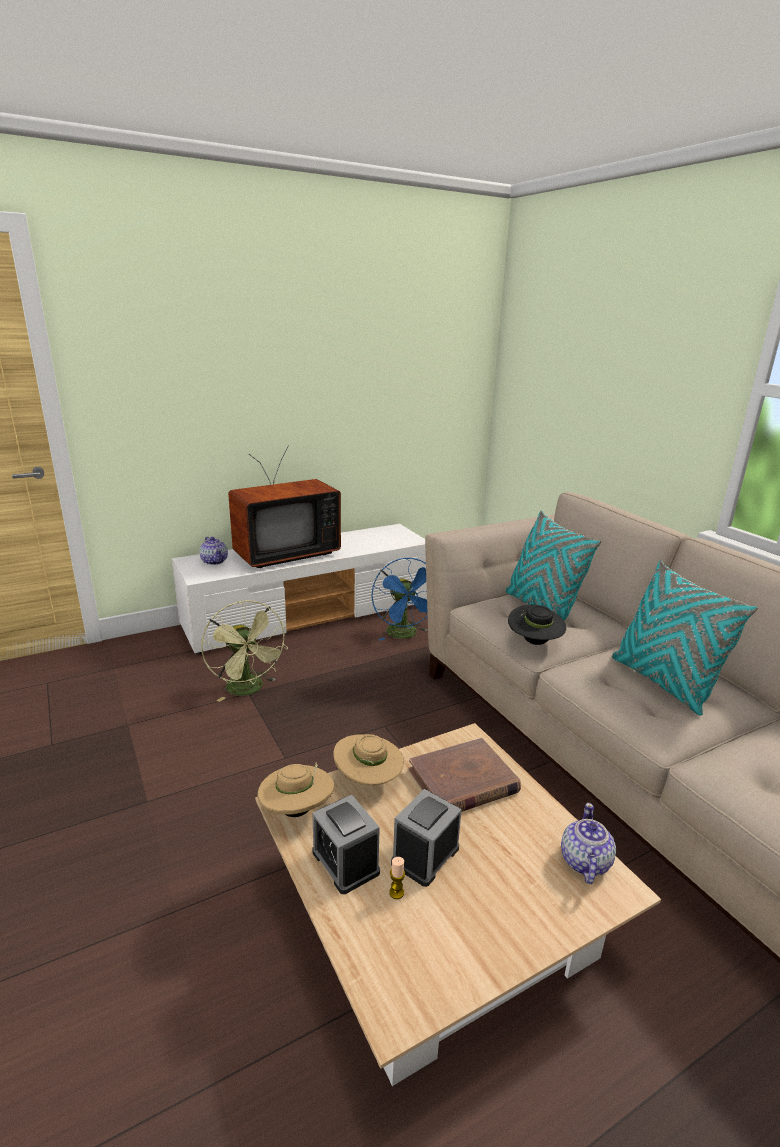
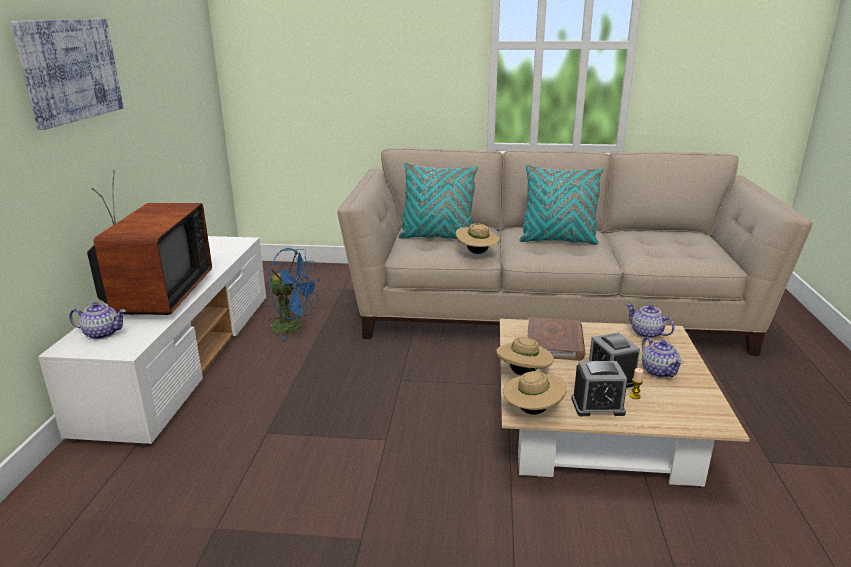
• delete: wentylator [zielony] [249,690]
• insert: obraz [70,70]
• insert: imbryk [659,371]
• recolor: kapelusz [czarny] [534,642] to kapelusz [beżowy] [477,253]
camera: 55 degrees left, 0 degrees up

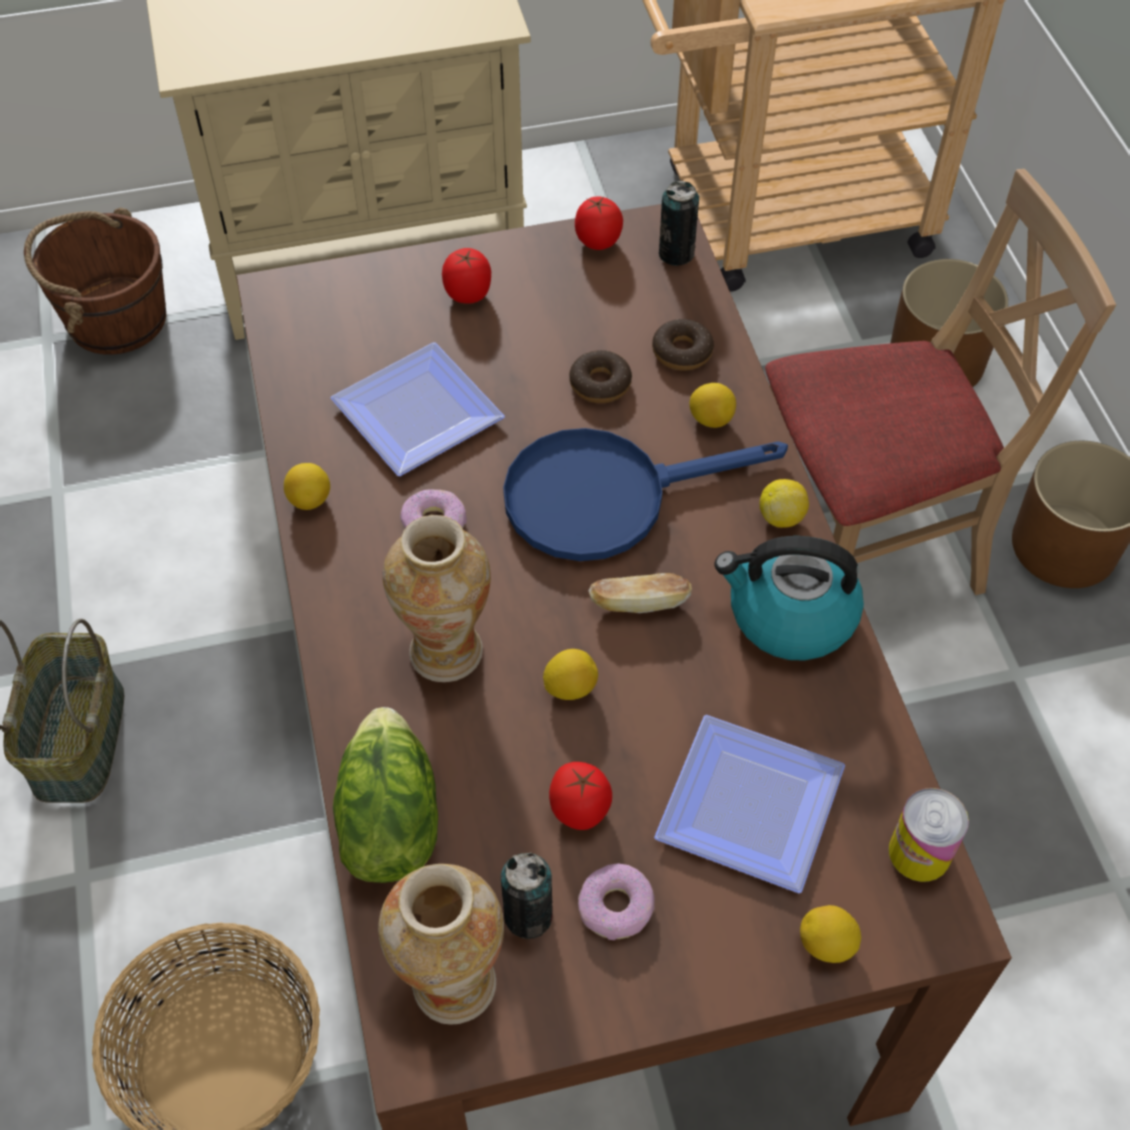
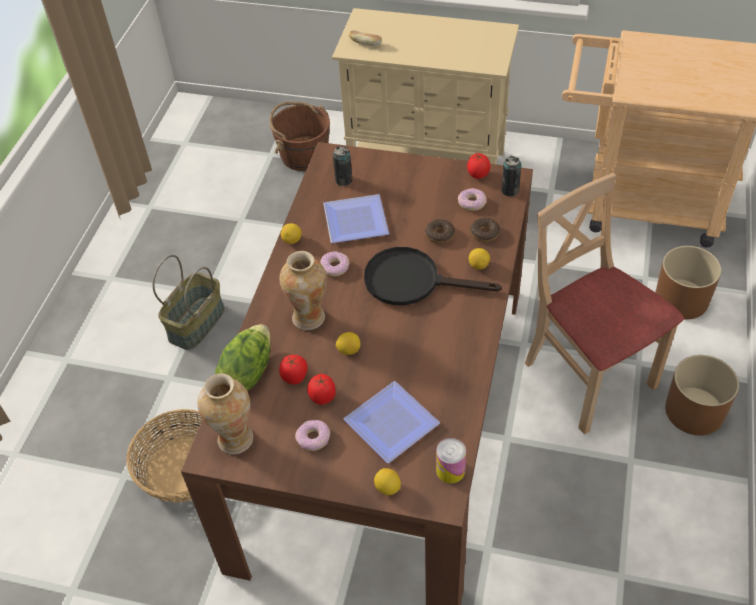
• delete: czajnik [789,615]
• delete: cytryna [781,517]
• insert: donut [471,203]
• move: pomidor [468,294] to [295,377]
• move: puszka [528,916] to [344,180]
• move: chleb [639,603] to [365,43]
• recolor: patelnia [niebieski] [606,496] to patelnia [czarny] [412,281]
• rotate: krzesło [beżowy] [867,553] = [588,376] 135 degrees counterclockwise
camera: 30 degrees right, 5 degrees down

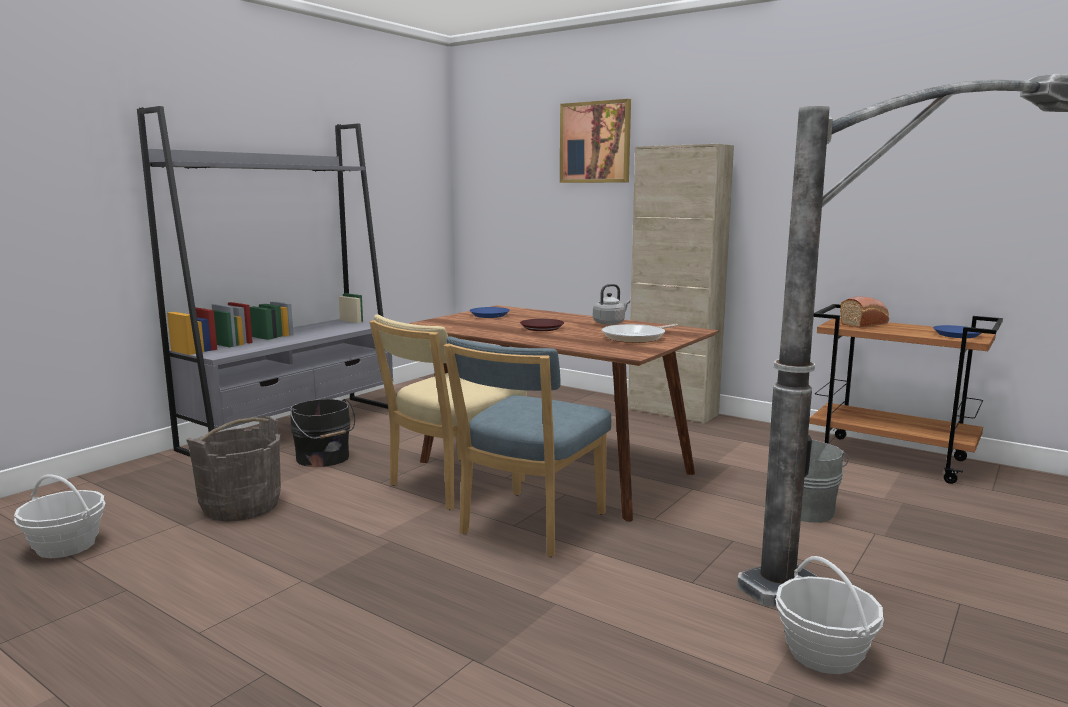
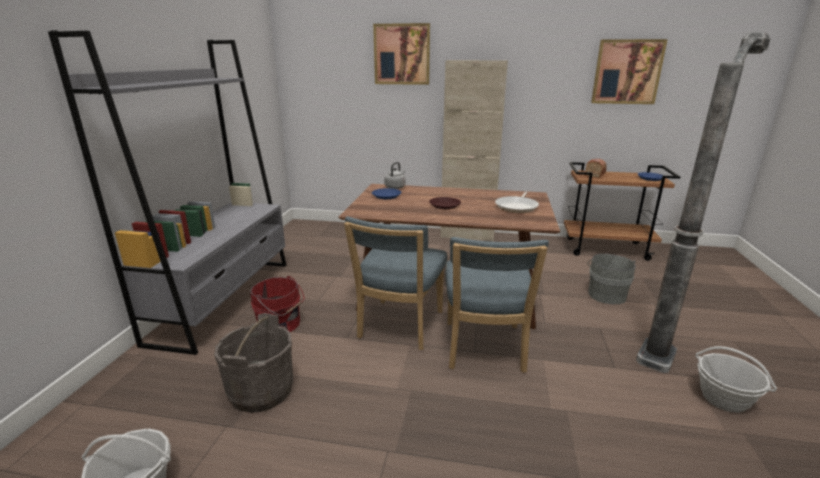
• insert: obraz [627,72]
• move: czajnik [szary] [610,323] to [395,187]
• recolor: wiadro [czarny] [323,459] to wiadro [czerwony] [280,325]
• recolor: krzesło [beżowy] [451,485] to krzesło [niebieski] [399,327]
camera: 25 degrees left, 10 degrees up

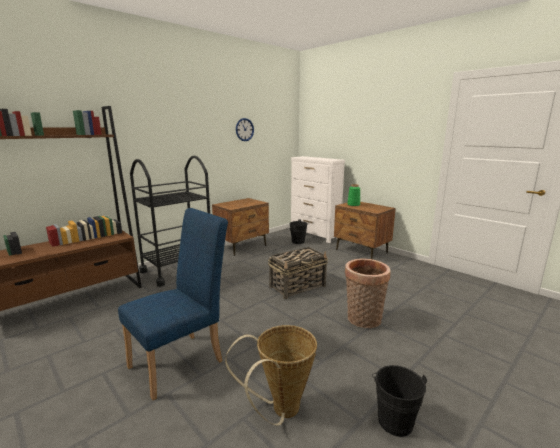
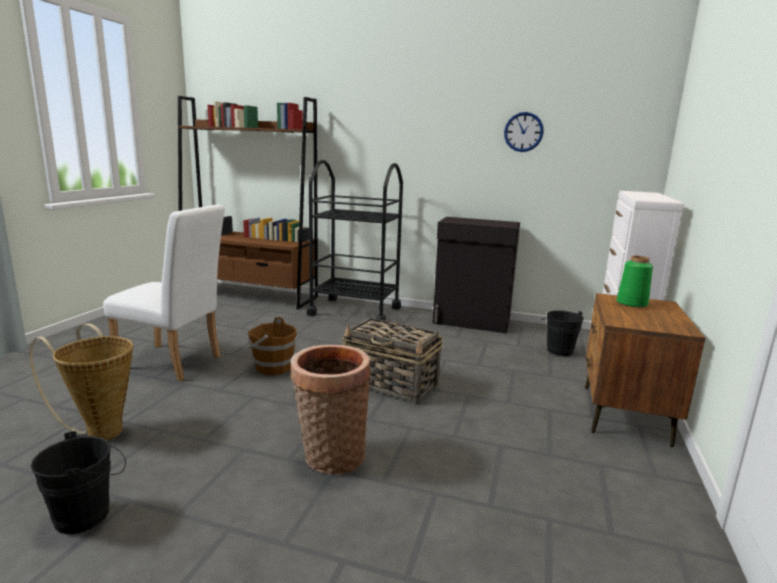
• insert: wiadro [brązowy] [272,367]
• replace: szafka nocna [brązowy] [242,246] to szafka [czarny] [471,322]
• recolor: krzesło [niebieski] [182,360] to krzesło [biały] [175,363]
camera: 60 degrees right, 0 degrees up

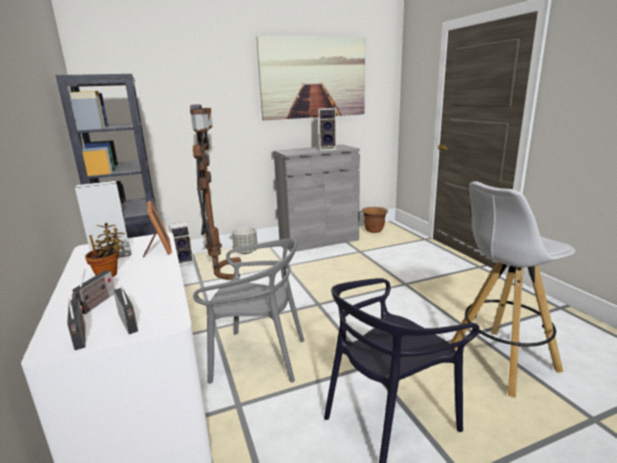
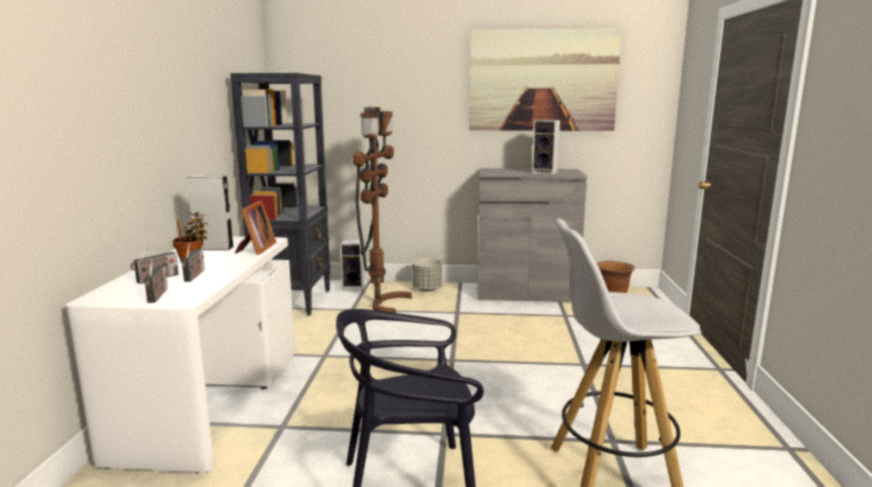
• delete: krzesło [szary] [258,357]
• move: radio [81,337] to [194,276]
camera: 25 degrees right, 5 degrees down

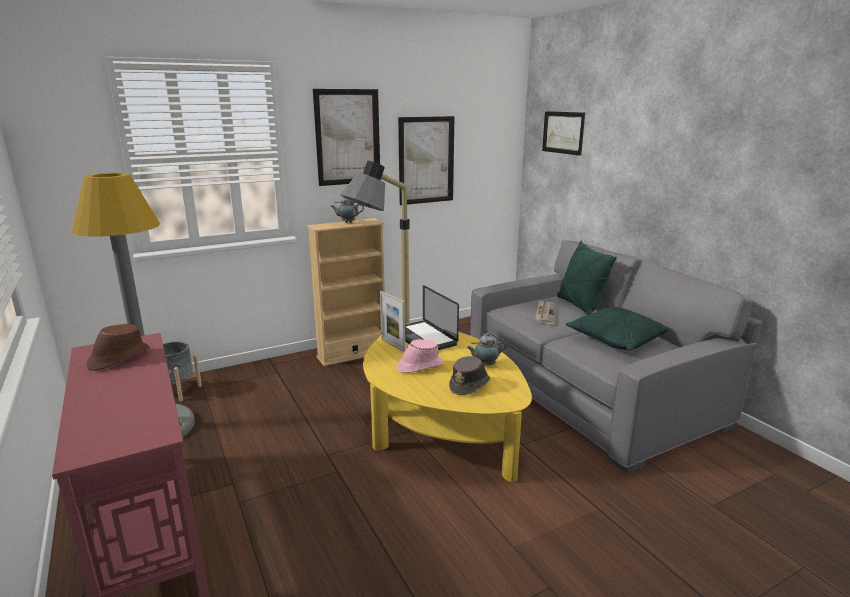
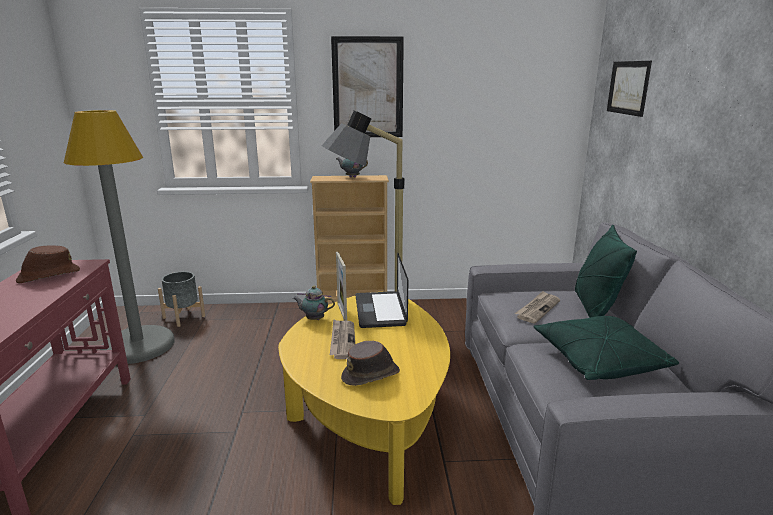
• delete: obraz [426,160]
• move: imbryk [485,365] to [314,319]
• replace: kapelusz [różowy] [419,366] to gazeta [342,340]
camera: 25 degrees right, 0 degrees up

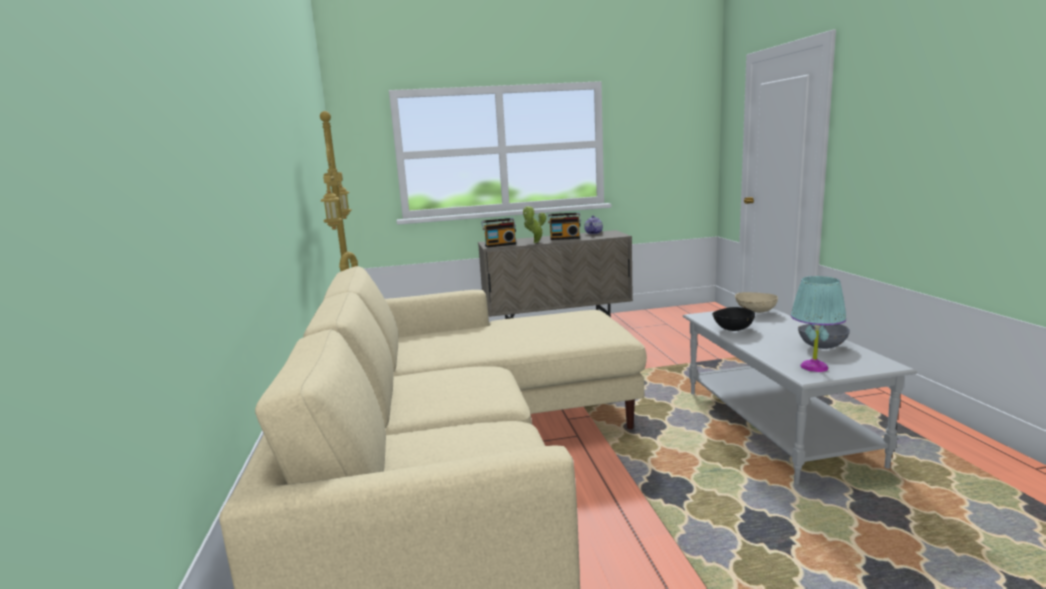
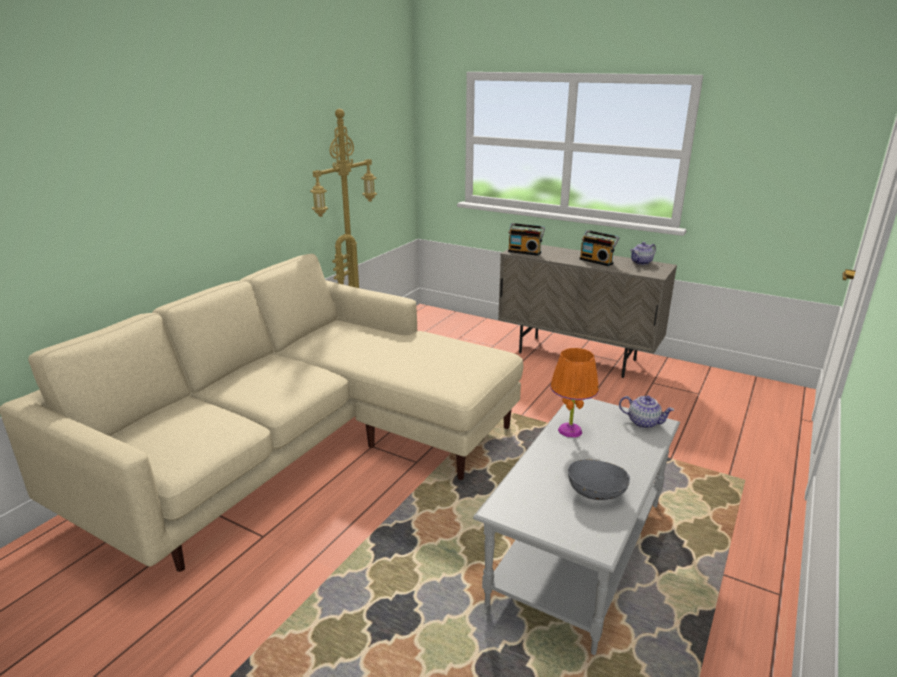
• delete: roślina doniczkowa [535,242]
• delete: lampa stołowa [turkusowy] [814,367]
• replace: miska [czarny] [733,329] to lampa stołowa [pomarańczowy] [570,430]
• replace: miska [beżowy] [755,311] to imbryk [644,422]
camera: 40 degrees right, 10 degrees up

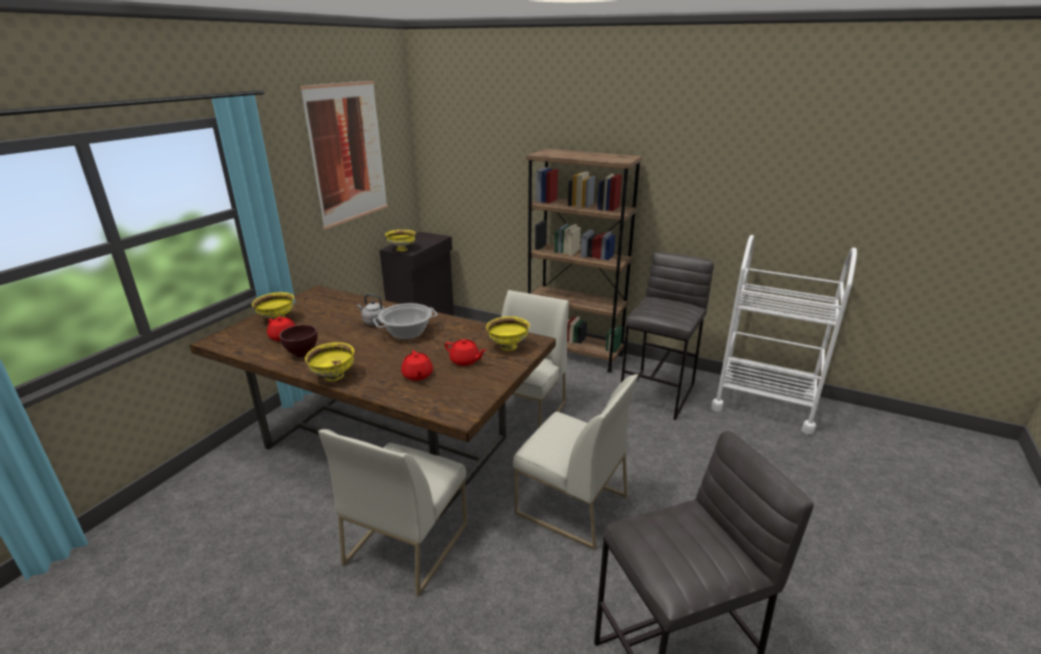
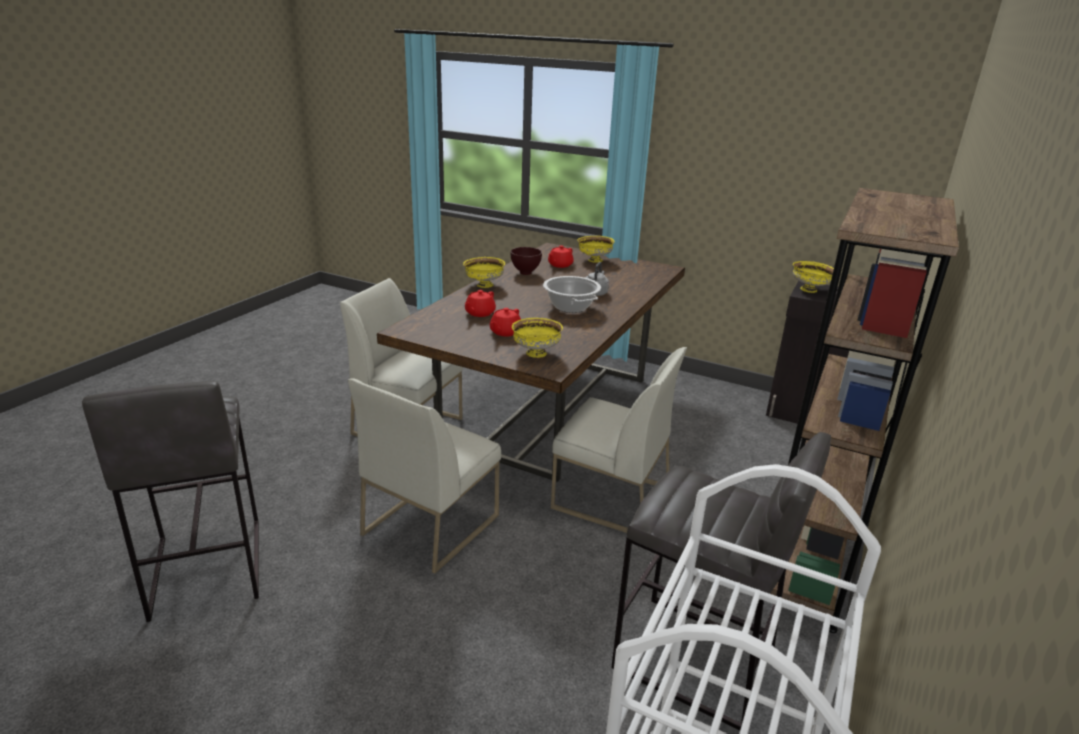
• delete: obraz [348,153]
• rotate: imbryk [czerwony] [417,375] = [479,313] 45 degrees counterclockwise
camera: 90 degrees right, 0 degrees up

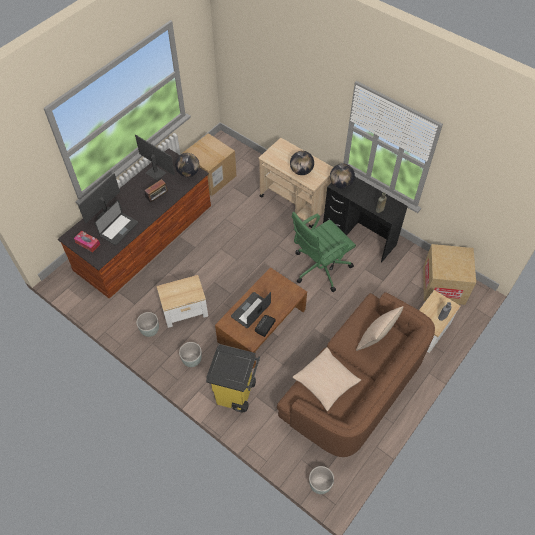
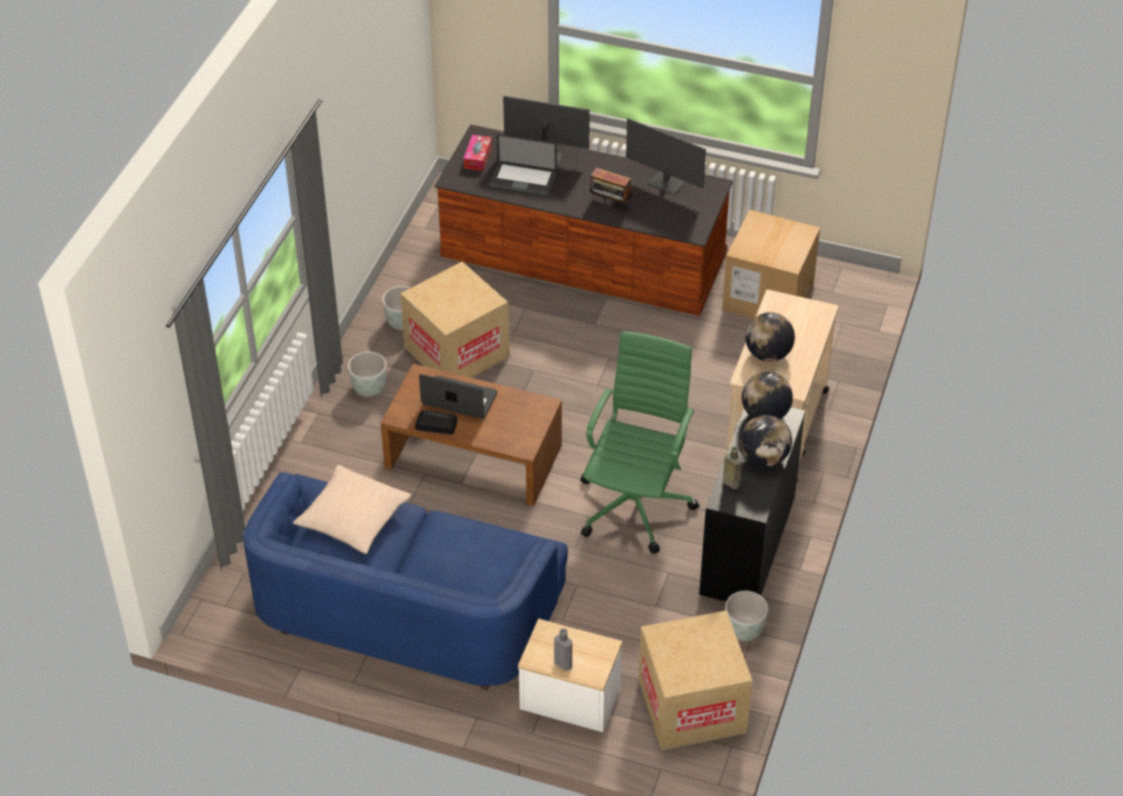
• delete: kosz na śmieci [żółty] [235,394]
• delete: poduszka [beżowy] [375,339]
• move: globus [188,173] to [764,458]
• move: donica [szary] [320,485] to [743,630]
• replace: stolik [185,311] to karton [456,352]
• recolor: kanapa [brązowy] [354,385] to kanapa [niebieski] [405,611]
• rotate: monitor [156,172] = [666,183] 105 degrees clockwise
• rotate: krzesło biurowe [zielony] [319,268] = [636,504] 75 degrees clockwise
camera: 70 degrees right, 10 degrees down

